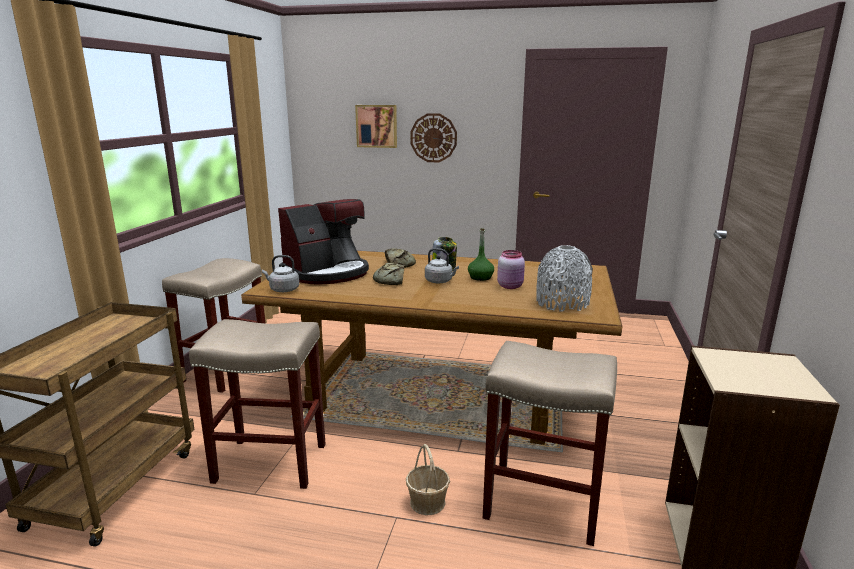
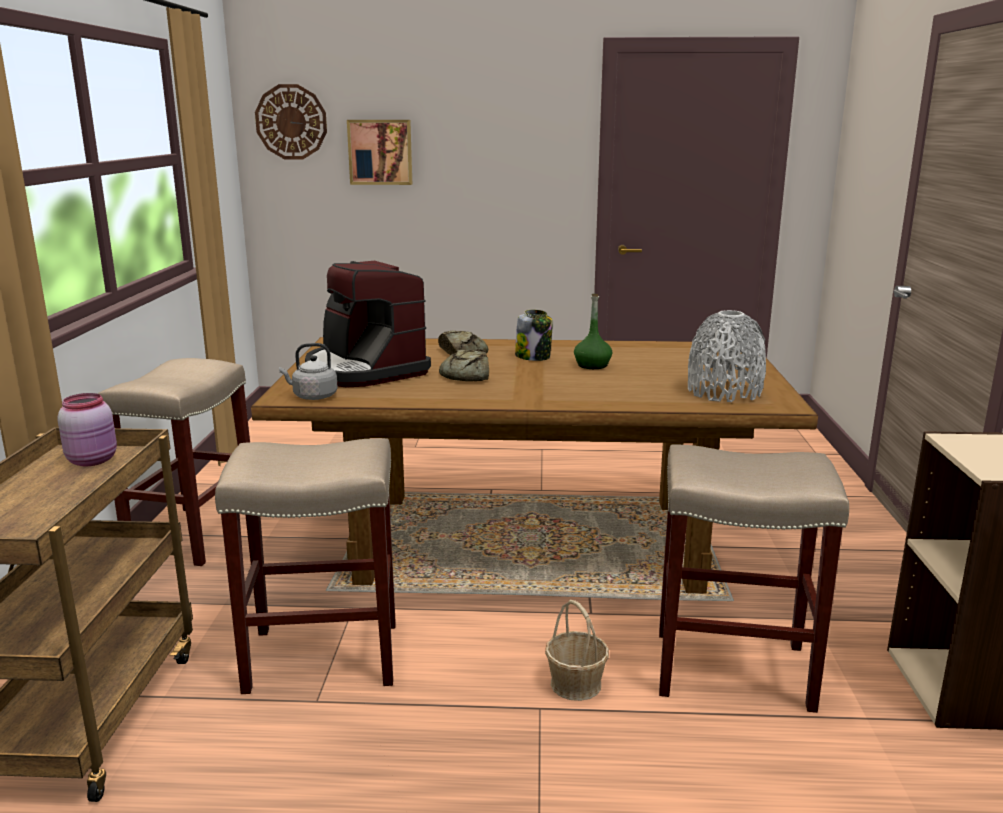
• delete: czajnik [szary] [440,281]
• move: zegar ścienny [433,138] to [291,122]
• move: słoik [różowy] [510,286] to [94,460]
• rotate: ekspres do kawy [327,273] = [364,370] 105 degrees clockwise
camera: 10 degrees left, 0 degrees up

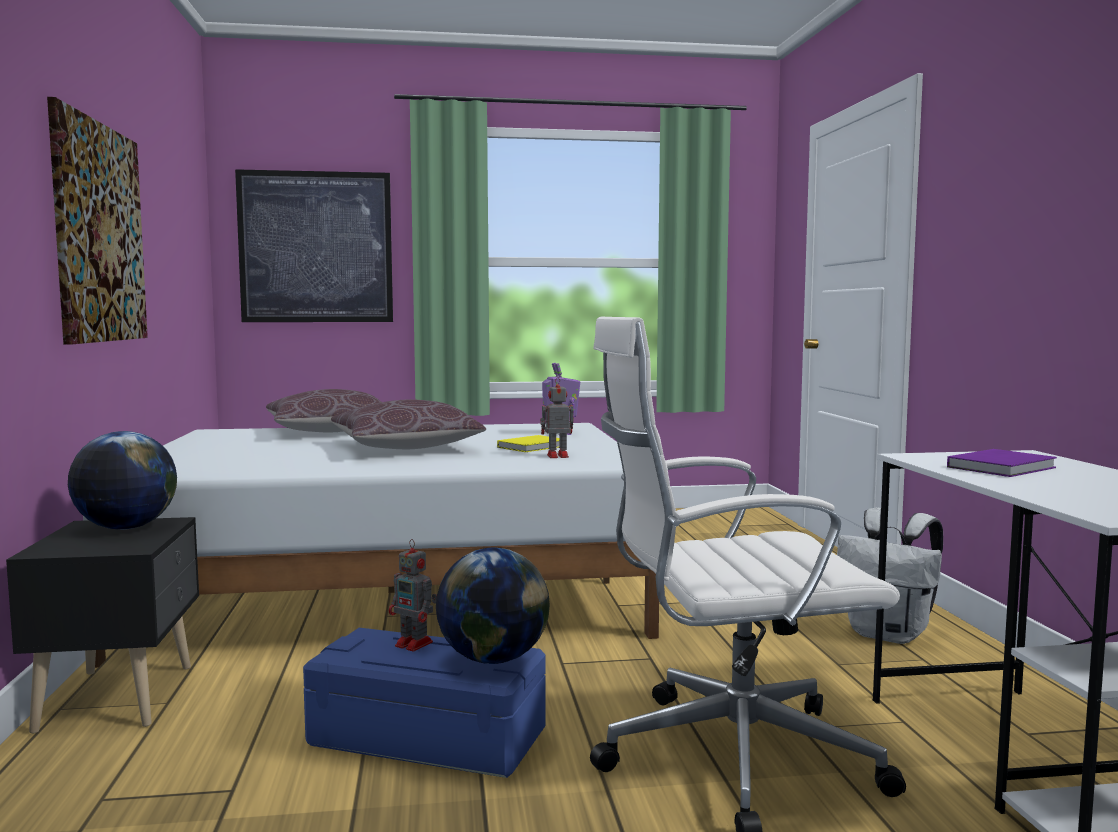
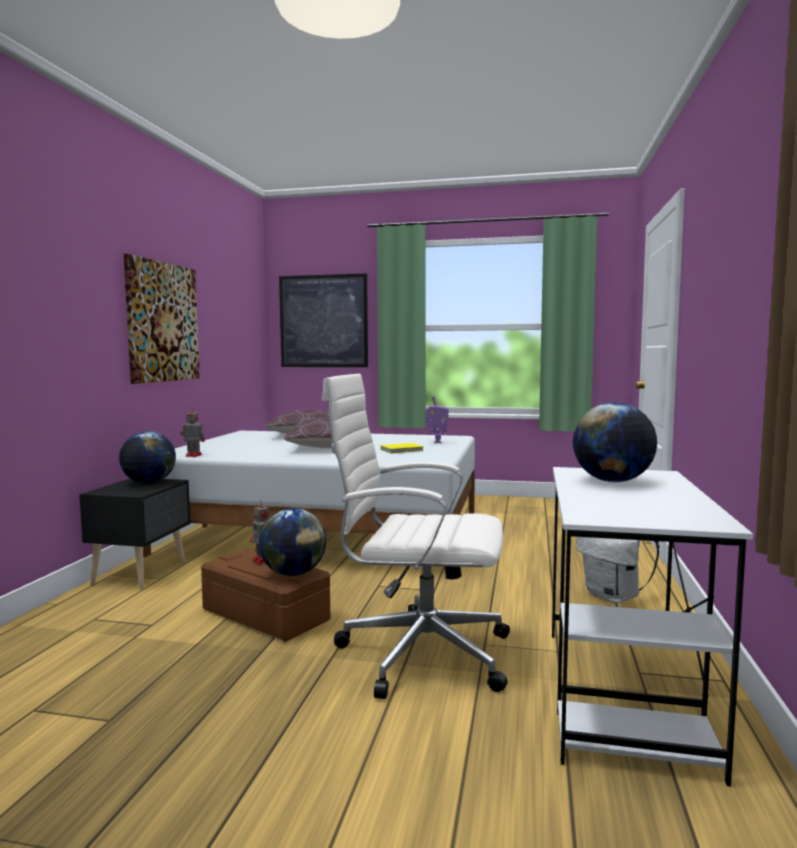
• move: robot zabawkowy [556,456] to [193,455]
• replace: książka [fioletowy] [1004,467] to globus [612,481]
• recolor: pojemnik do przechowywania [niebieski] [429,736] to pojemnik do przechowywania [brązowy] [267,614]
camera: 20 degrees right, 0 degrees up

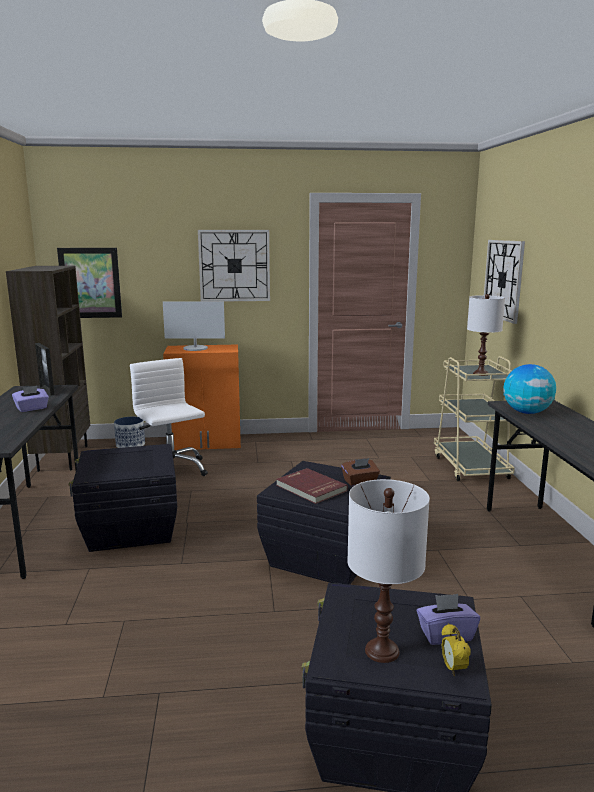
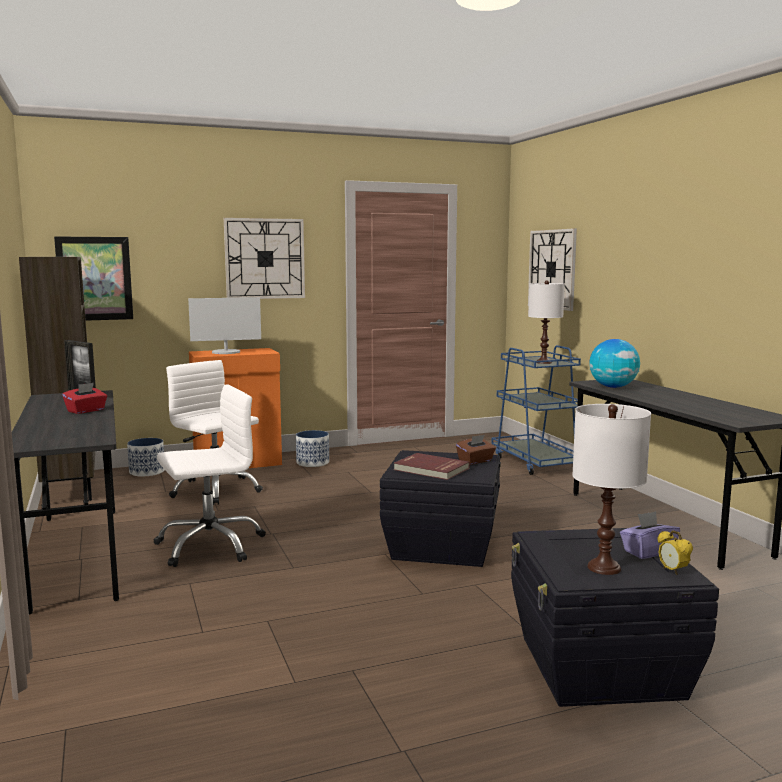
• insert: donica [313,463]
• replace: pojemnik do przechowywania [czarny] [130,529] to krzesło biurowe [biały] [210,545]
• recolor: pudełko chusteczek [fioletowy] [32,408] to pudełko chusteczek [czerwony] [86,411]
• recolor: wózek [beżowy] [470,467] to wózek [niebieski] [536,463]
camera: 15 degrees left, 5 degrees down

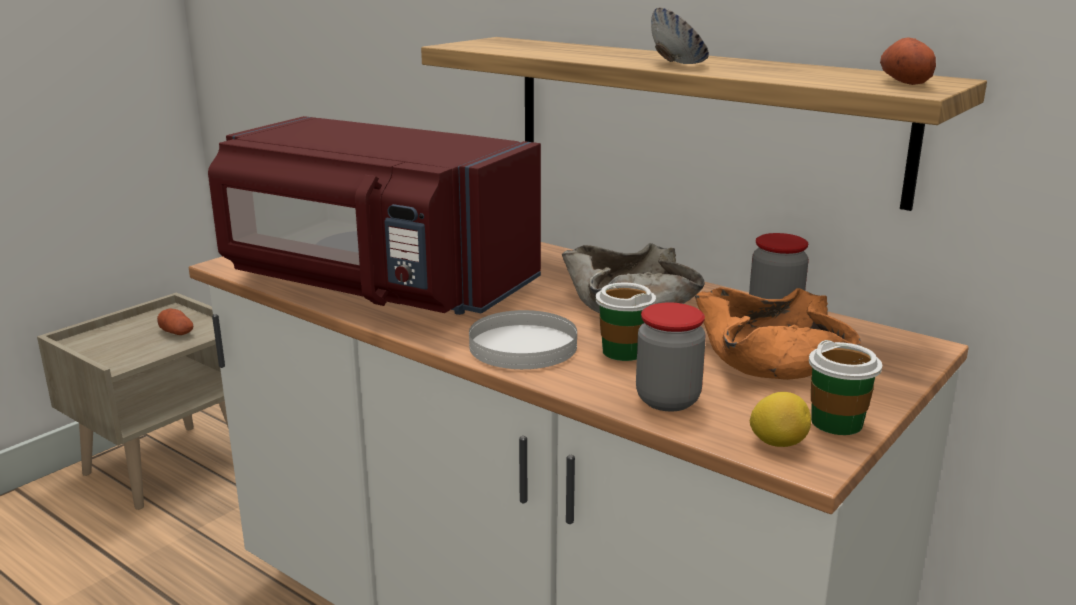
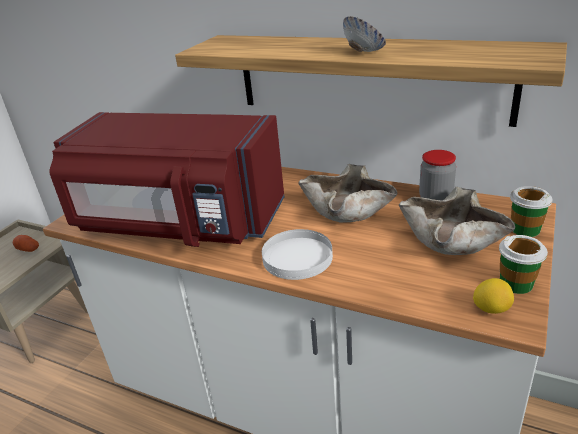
• delete: słoik [667,400]
• delete: ziemniak [903,82]
• move: filiżanka [623,351] to [525,229]
• recolor: miska [pomarańczowy] [772,358] to miska [beżowy] [452,237]
camera: 10 degrees left, 10 degrees up

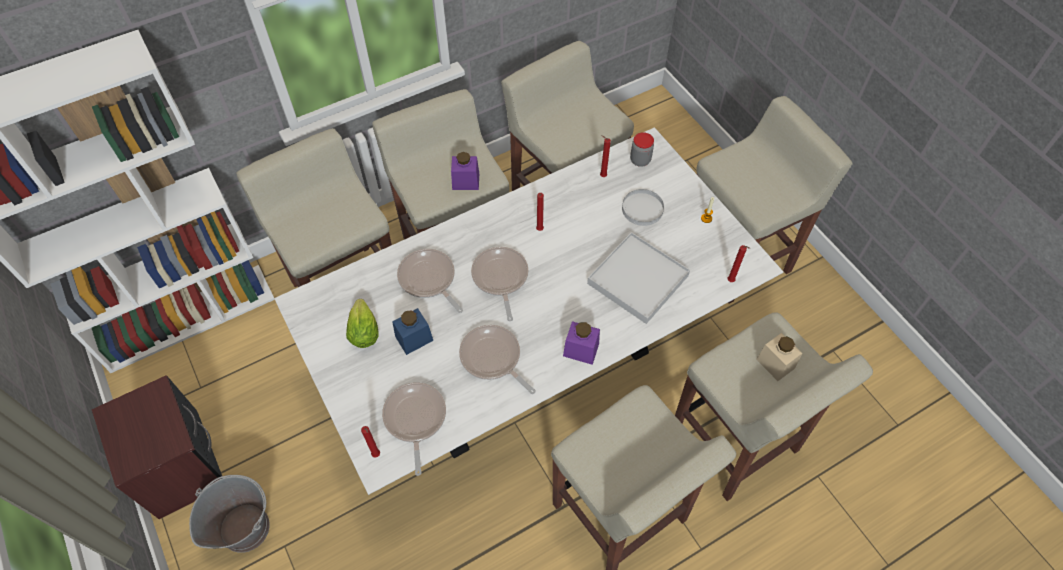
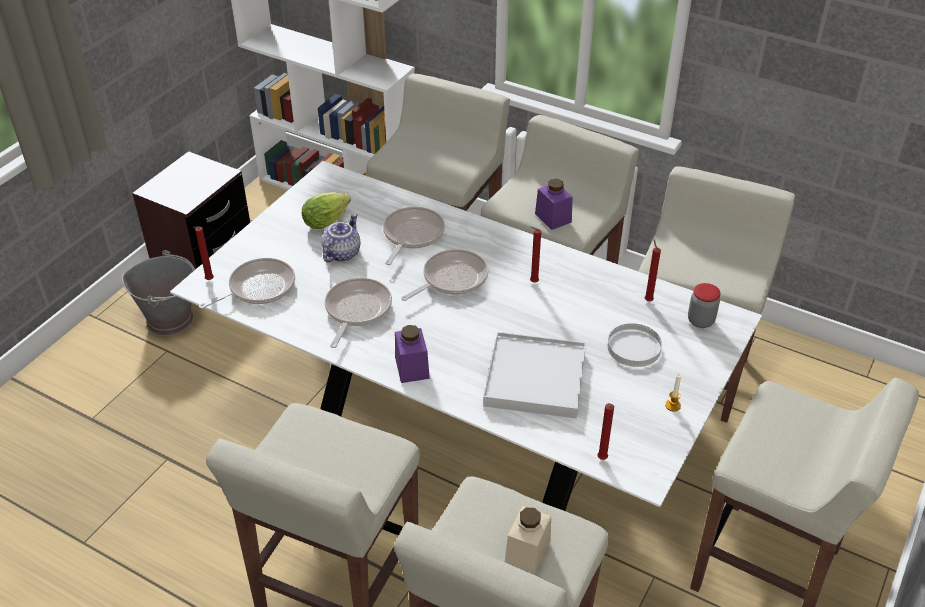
• replace: słoik [niebieski] [414,338] to imbryk [341,253]
camera: 60 degrees right, 15 degrees down

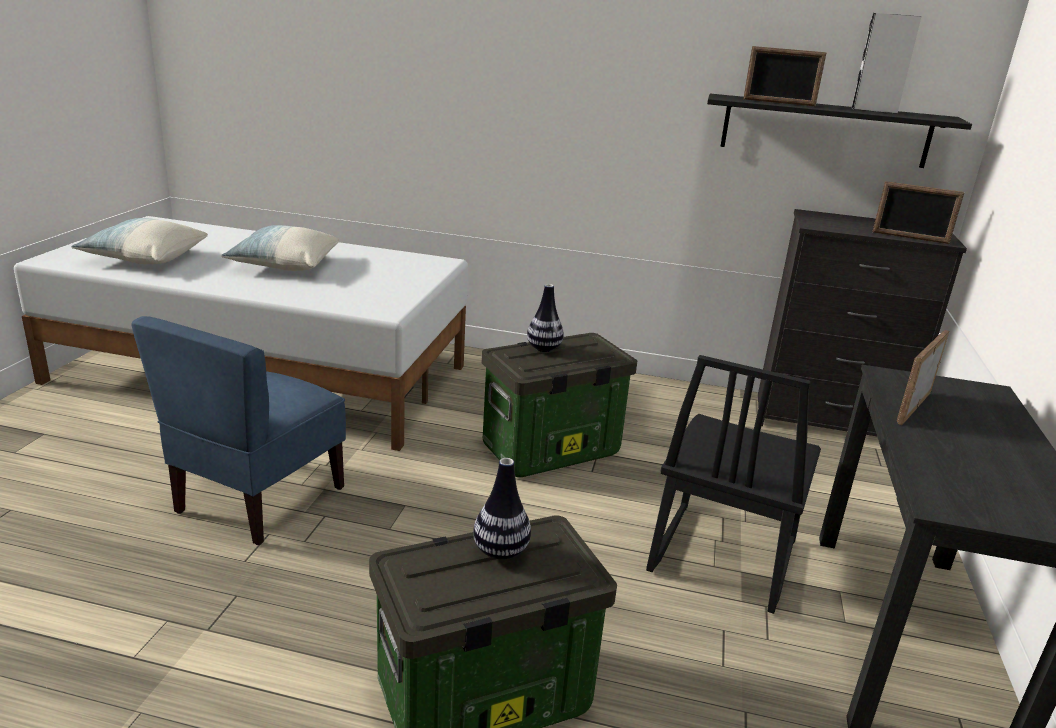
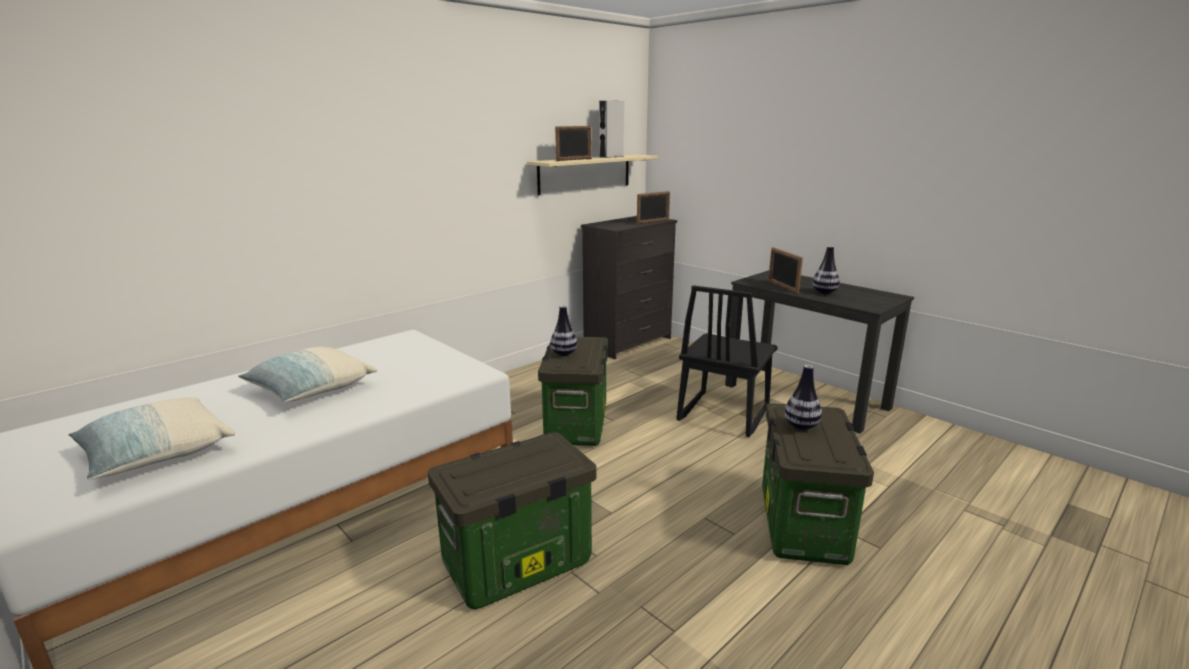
• insert: wazon [824,292]
• replace: krzesło [niebieski] [259,499] to pojemnik do przechowywania [516,566]
• recolor: półka [czarny] [825,131] to półka [beżowy] [585,174]
• rotate: krzesło [czarny] [721,556] = [722,414] 60 degrees clockwise
camera: 55 degrees left, 5 degrees down

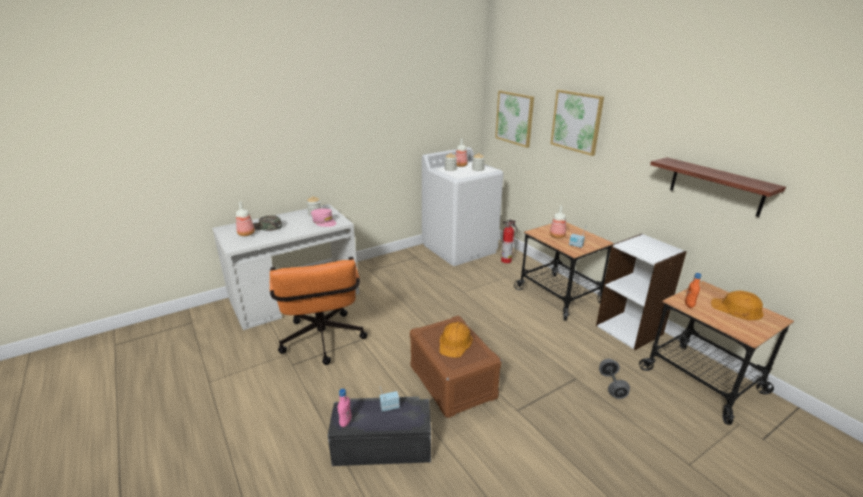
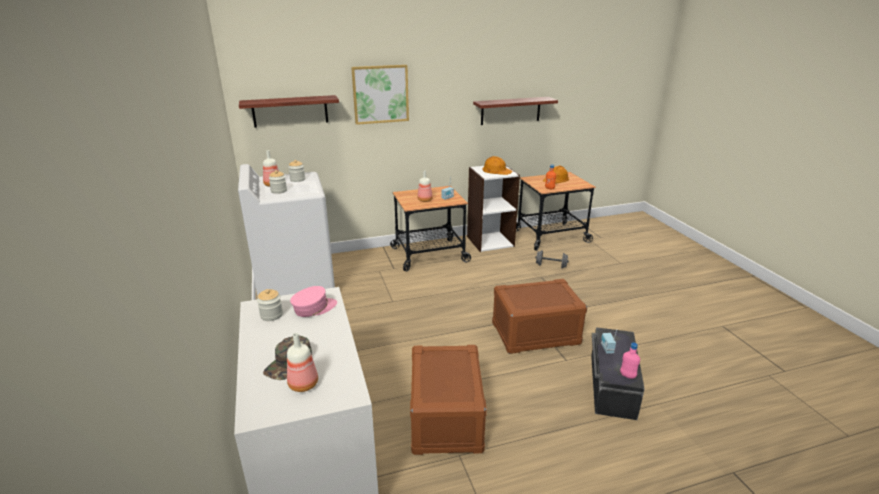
• delete: gaśnica [507,261]
• move: kask [pomarańczowy] [455,342] to [496,170]
• replace: krzesło biurowe [pomarańczowy] [323,343] to pojemnik do przechowywania [brązowy] [446,418]
• replace: obraz [514,118] to półka [290,111]
camera: 75 degrees left, 0 degrees up

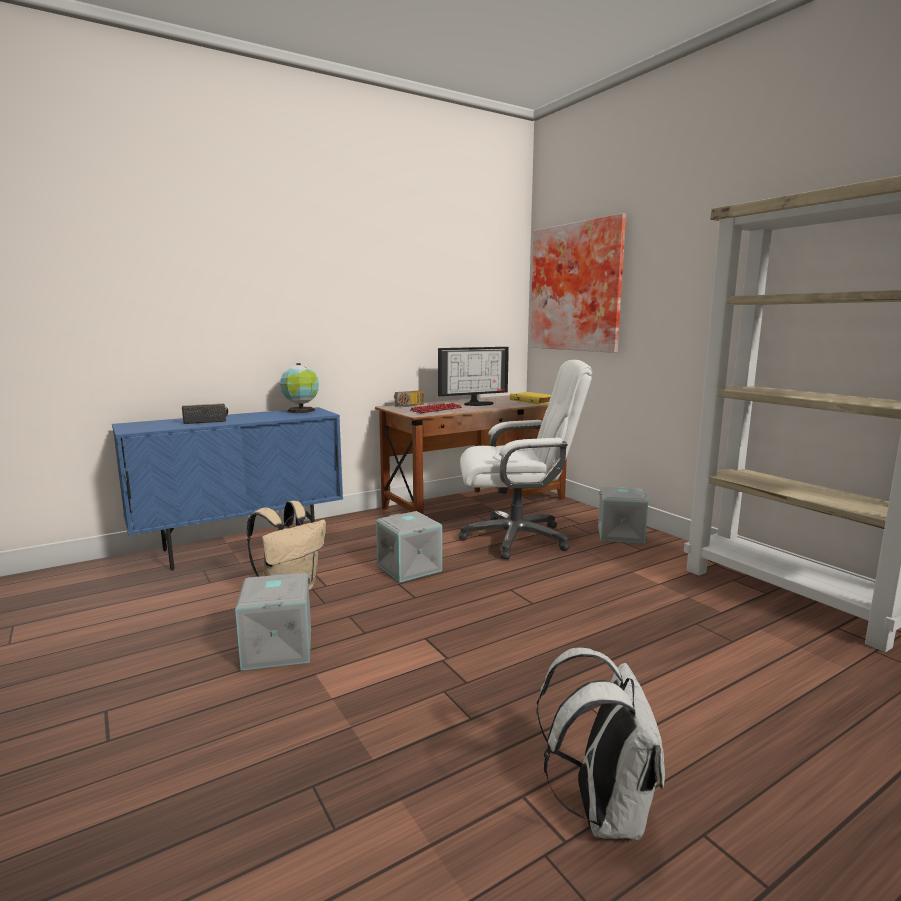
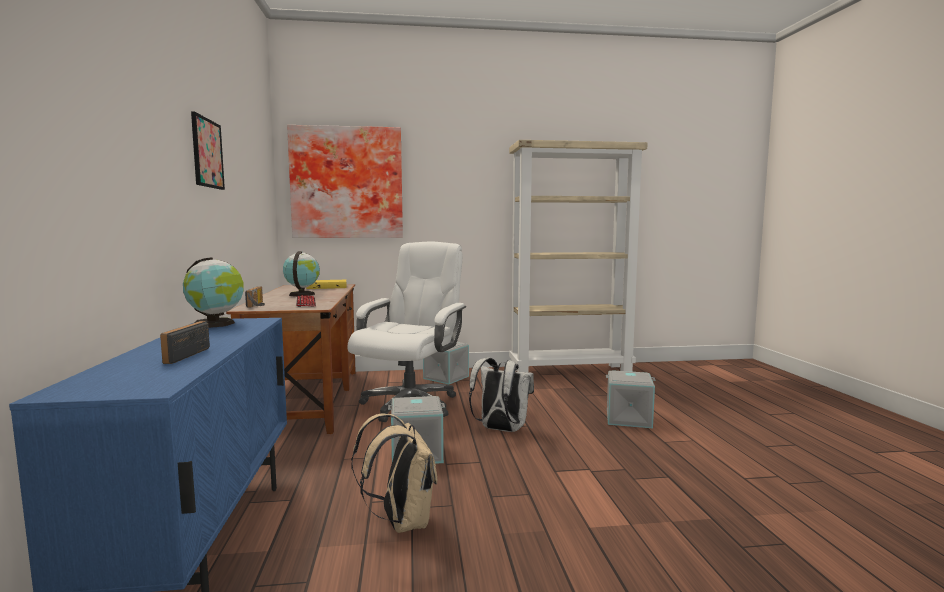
• insert: obraz [207,153]
• move: pojemnik do przechowywania [szary] [276,648] to [628,419]
• move: plecak [biały] [602,810] to [500,429]
• replace: monitor [478,403] to globus [302,294]
camera: 65 degrees left, 5 degrees down

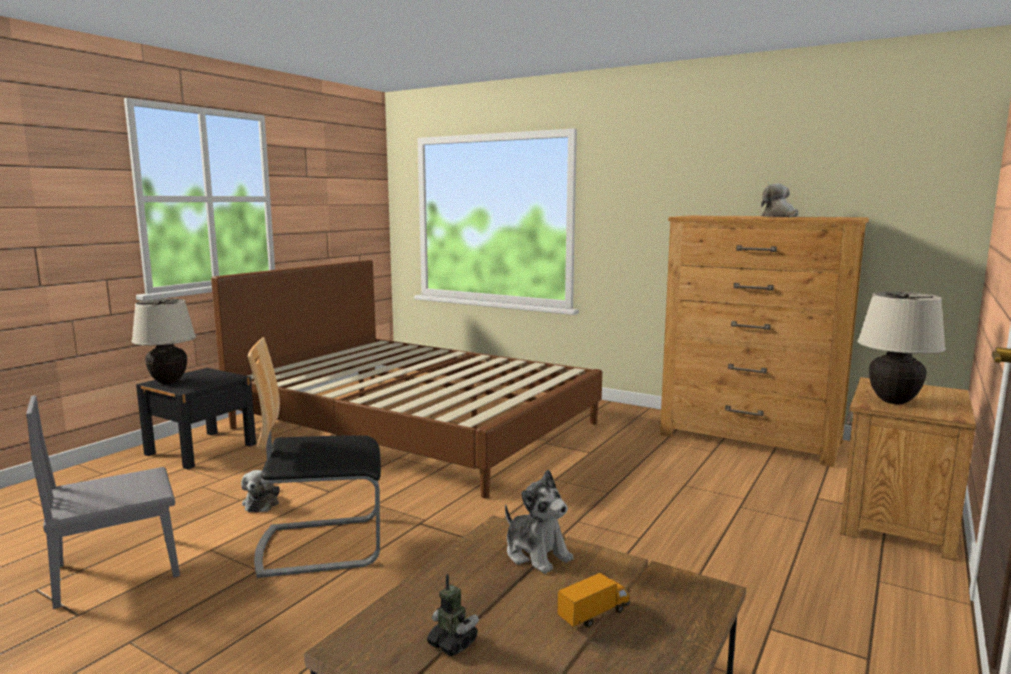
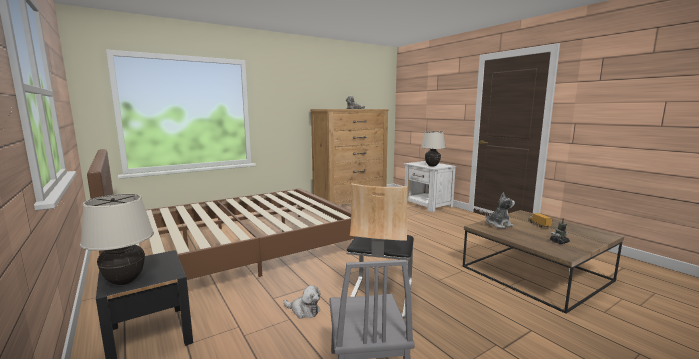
• recolor: szafka nocna [brązowy] [895,521] to szafka nocna [biały] [428,205]
camera: 65 degrees left, 0 degrees up

